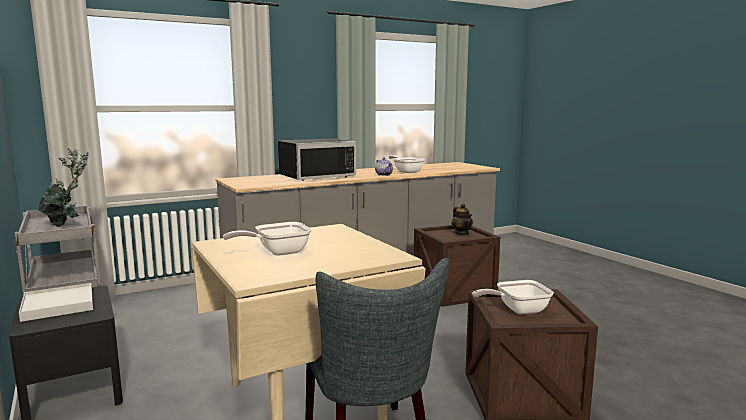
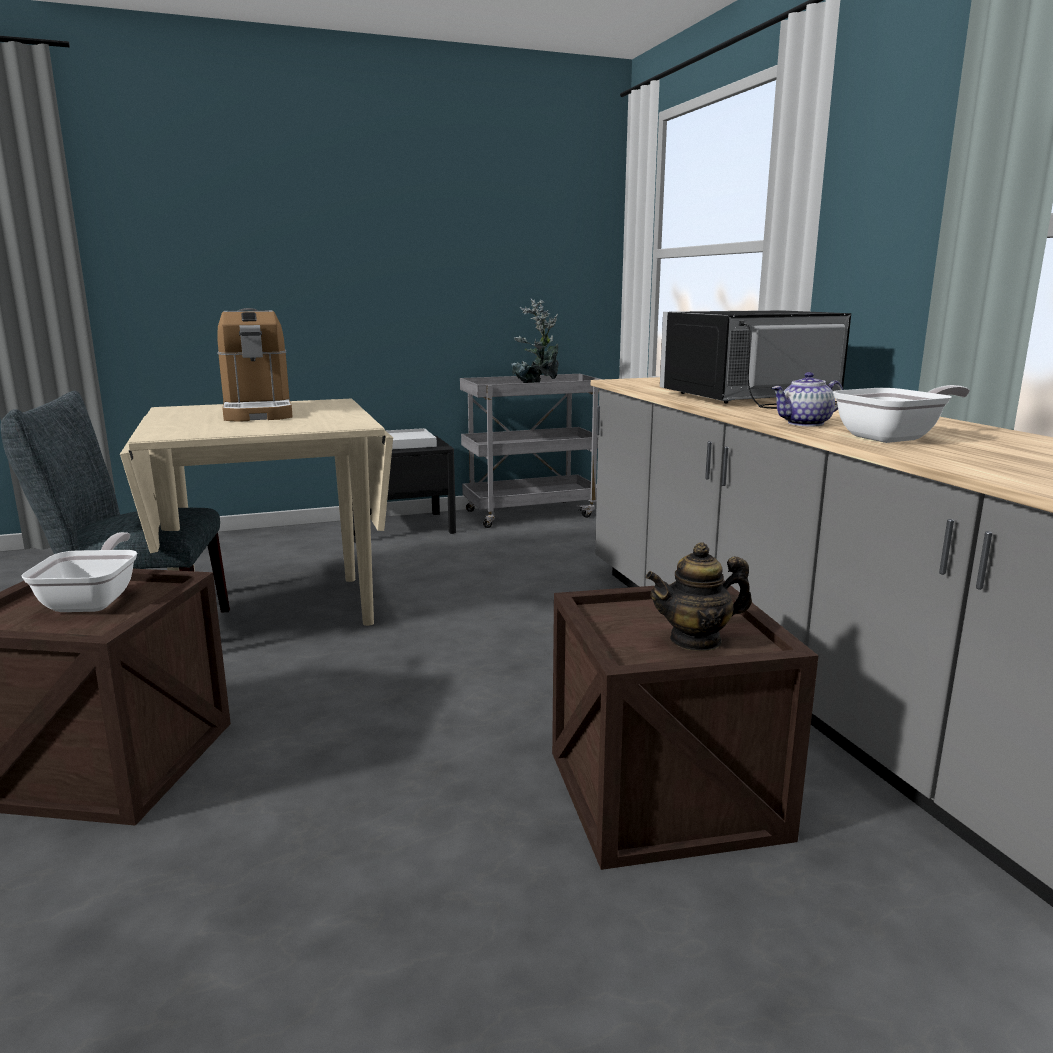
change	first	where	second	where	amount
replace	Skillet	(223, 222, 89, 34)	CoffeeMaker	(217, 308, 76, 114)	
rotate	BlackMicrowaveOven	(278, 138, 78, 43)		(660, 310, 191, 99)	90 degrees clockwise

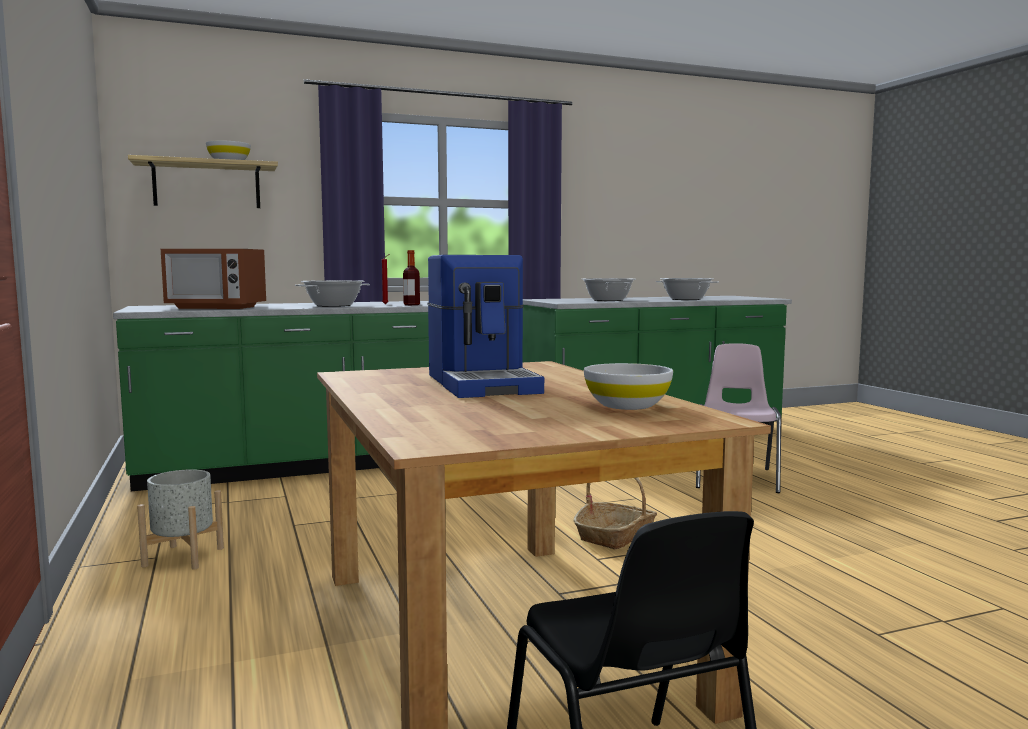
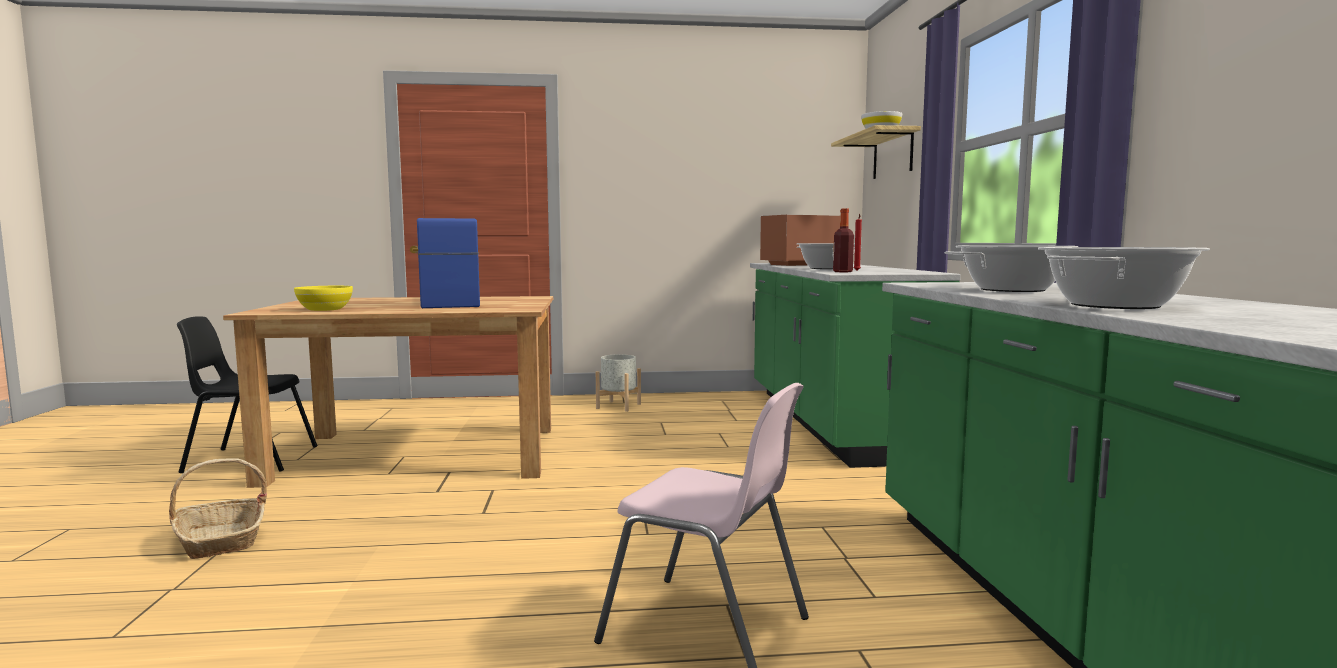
change	first	where	second	where	amount
rotate	MicrowaveOven	(161, 249, 105, 60)		(760, 215, 80, 51)	45 degrees clockwise
rotate	CoffeeMaker	(427, 255, 117, 143)		(417, 218, 63, 90)	75 degrees clockwise
move	StorageBasket	(573, 477, 84, 72)		(169, 458, 98, 101)	
recolor	WhiteColouredServingBowl	(584, 363, 89, 47)	YellowishServingBowl	(294, 286, 59, 25)	

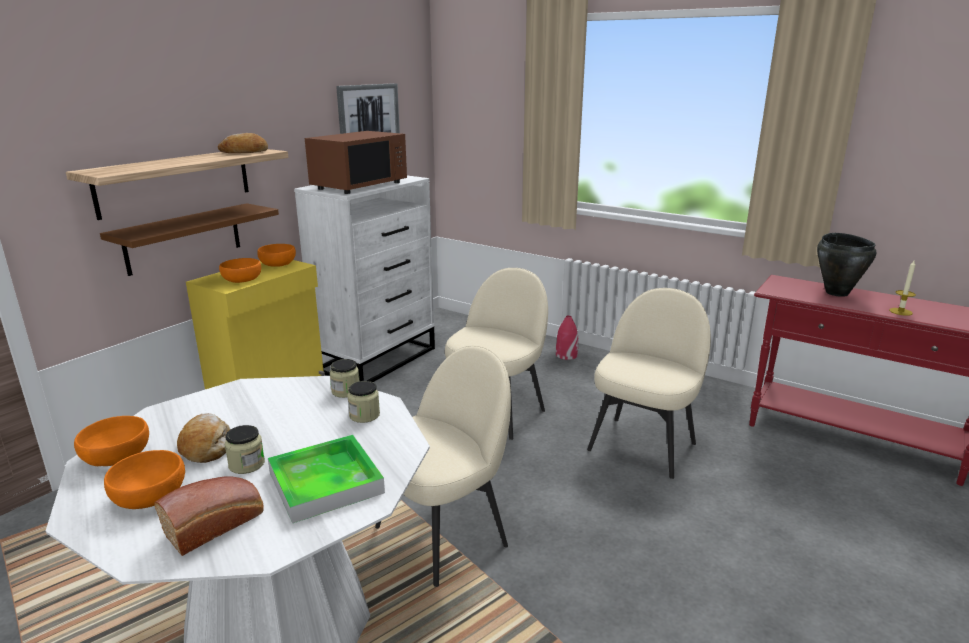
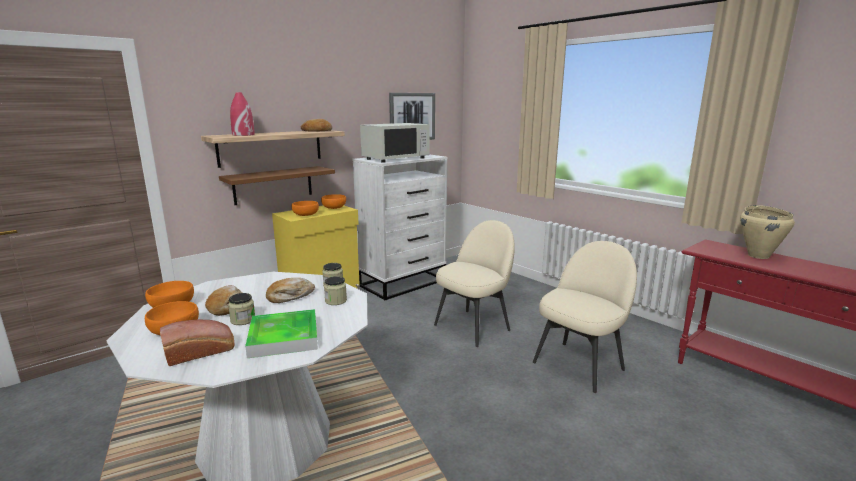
change	first	where	second	where	amount
recolor	BrownishMicrowaveOven	(305, 131, 102, 63)	WhiteColouredMicrowaveOven	(360, 123, 69, 39)	
delete	BeigeColouredUprightChair	(375, 346, 136, 241)			
move	RedDecorativeVase	(556, 315, 22, 45)		(230, 92, 25, 44)	
recolor	BlackStockpot	(817, 233, 60, 64)	BeigeColouredStockpot	(740, 205, 55, 54)	
delete	WaxCandle	(889, 259, 27, 57)			
insert			BakedBread	(266, 278, 49, 25)	

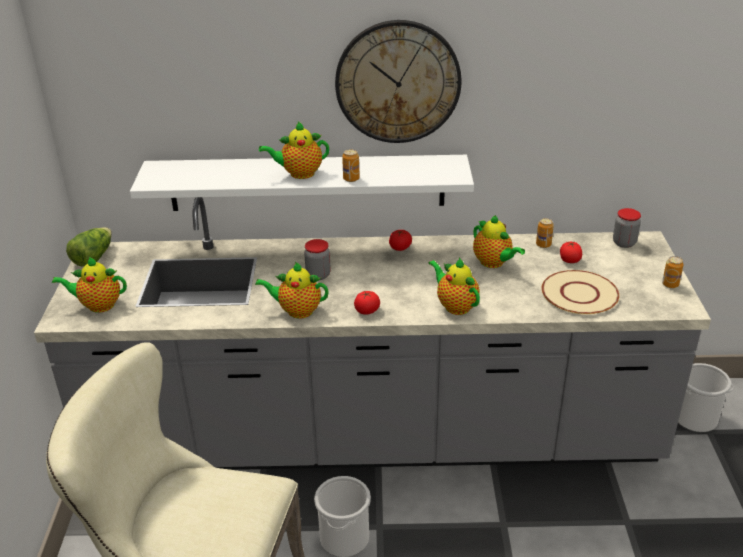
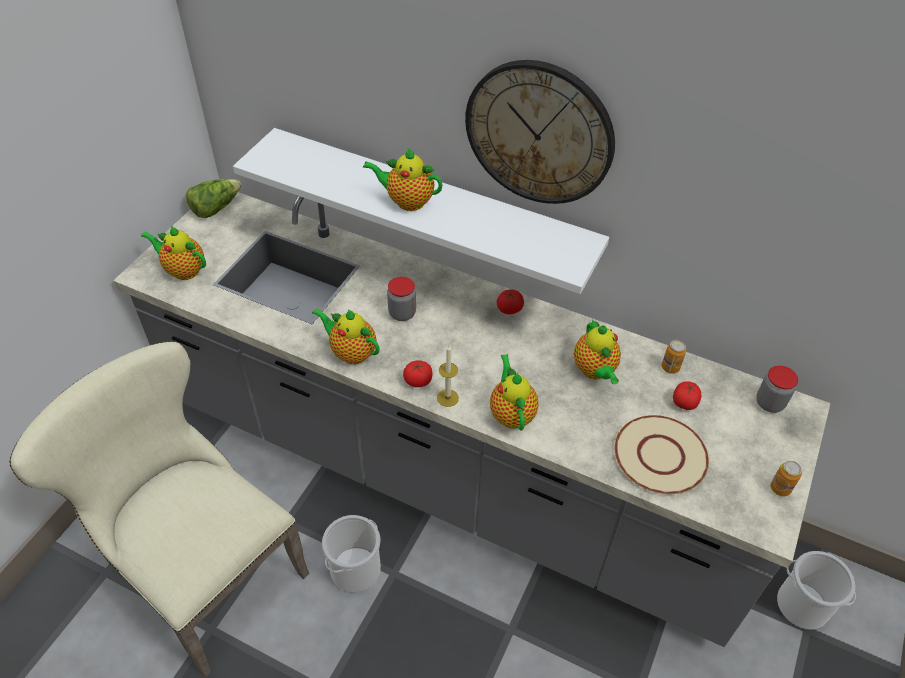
change	first	where	second	where	amount
delete	SealedCan	(342, 149, 18, 33)			
insert			WaxCandle	(437, 345, 22, 62)	

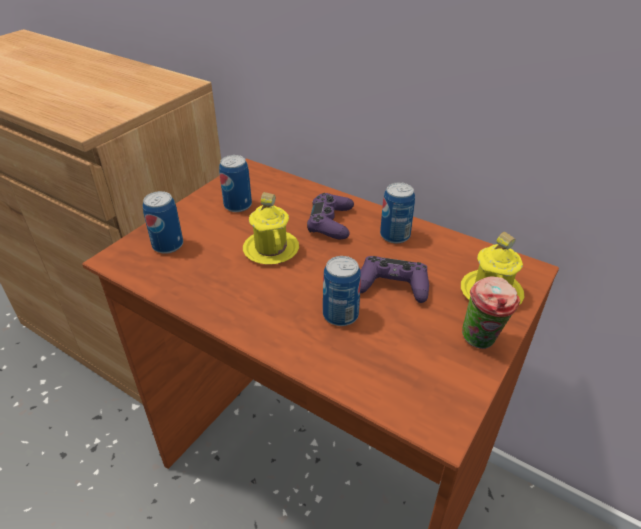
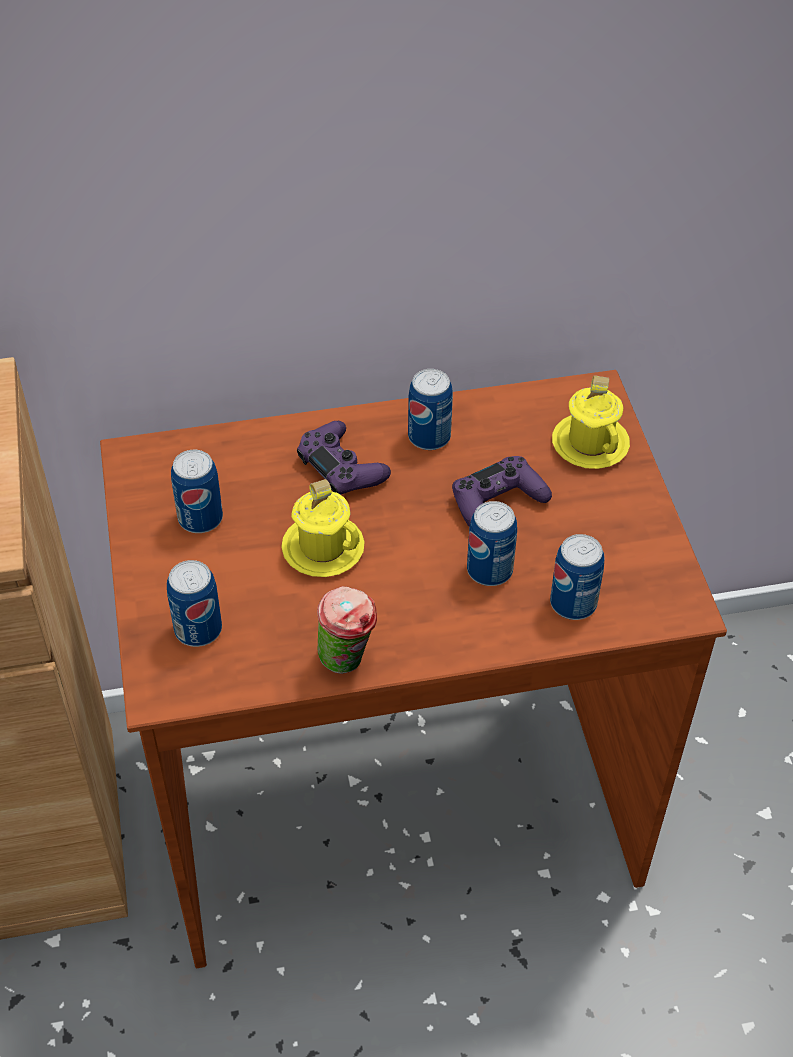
change	first	where	second	where	amount
move	SmallCup	(462, 276, 58, 73)		(317, 586, 60, 88)	
insert			SealedCan	(550, 534, 54, 86)	

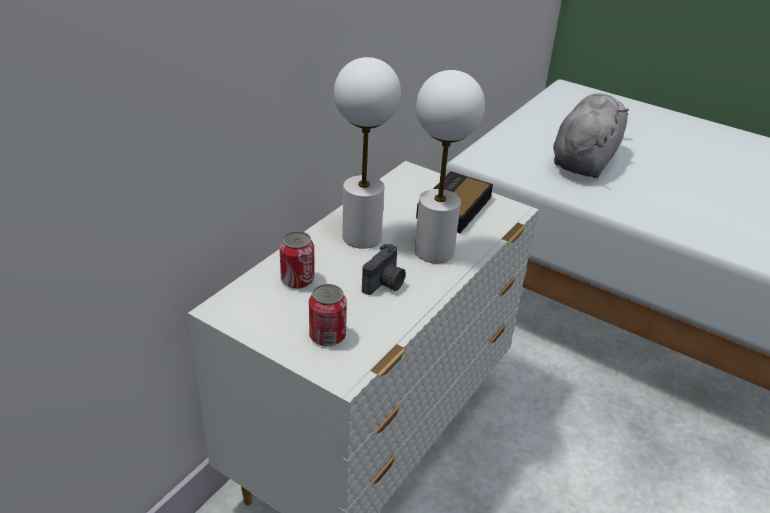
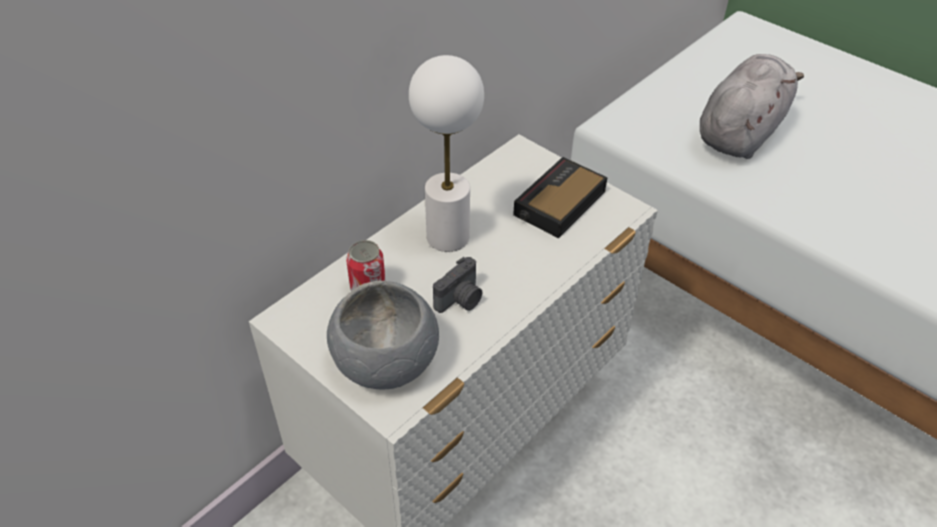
change	first	where	second	where	amount
replace	SealedCan	(309, 284, 38, 62)	GrayServingBowl	(327, 281, 112, 109)	
delete	WhiteColouredTableLamp	(415, 70, 70, 193)			

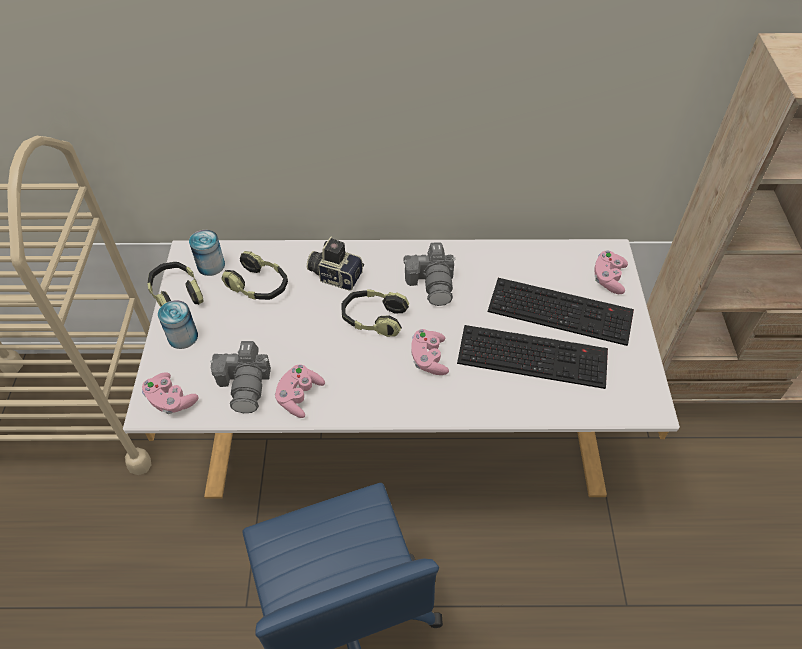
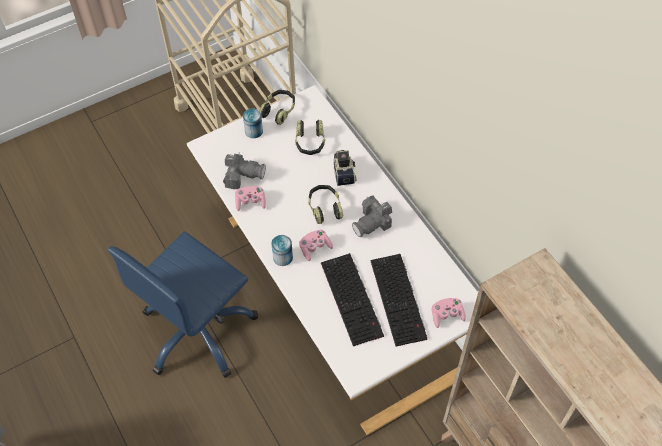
change	first	where	second	where	amount
delete	PinkGameController	(142, 372, 56, 42)			
move	SealedCan	(189, 230, 36, 46)		(271, 235, 22, 31)	
rotate	PhotoCamera	(210, 341, 61, 72)		(223, 152, 43, 37)	135 degrees counterclockwise

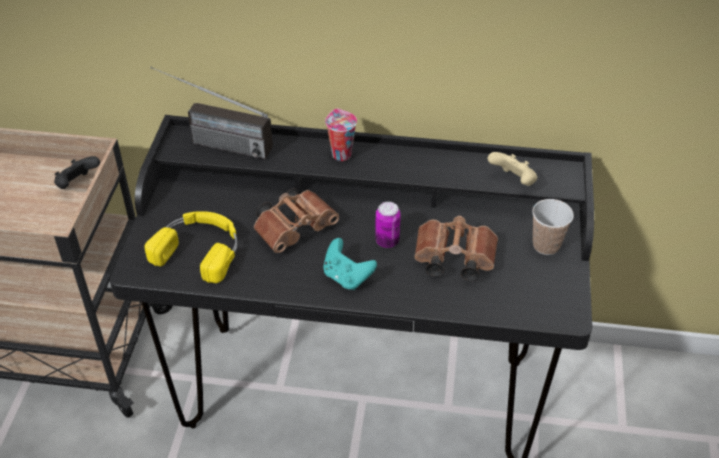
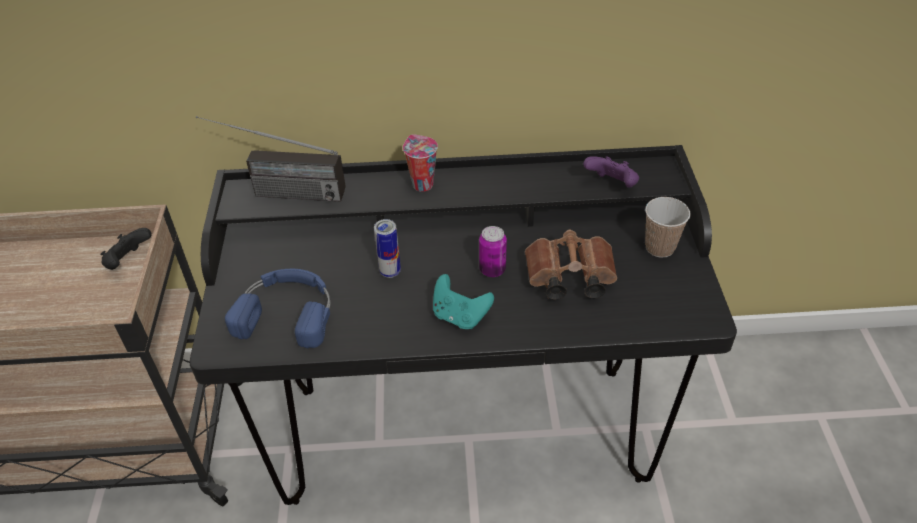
change	first	where	second	where	amount
recolor	YellowishHeadphones	(145, 211, 93, 72)	BluishHeadphones	(225, 269, 105, 79)	
replace	BrownishBinoculars	(254, 188, 85, 65)	SealedCan	(374, 219, 27, 59)	
recolor	BeigeColouredGameController	(488, 152, 49, 34)	PurpleGameController	(583, 156, 56, 32)	

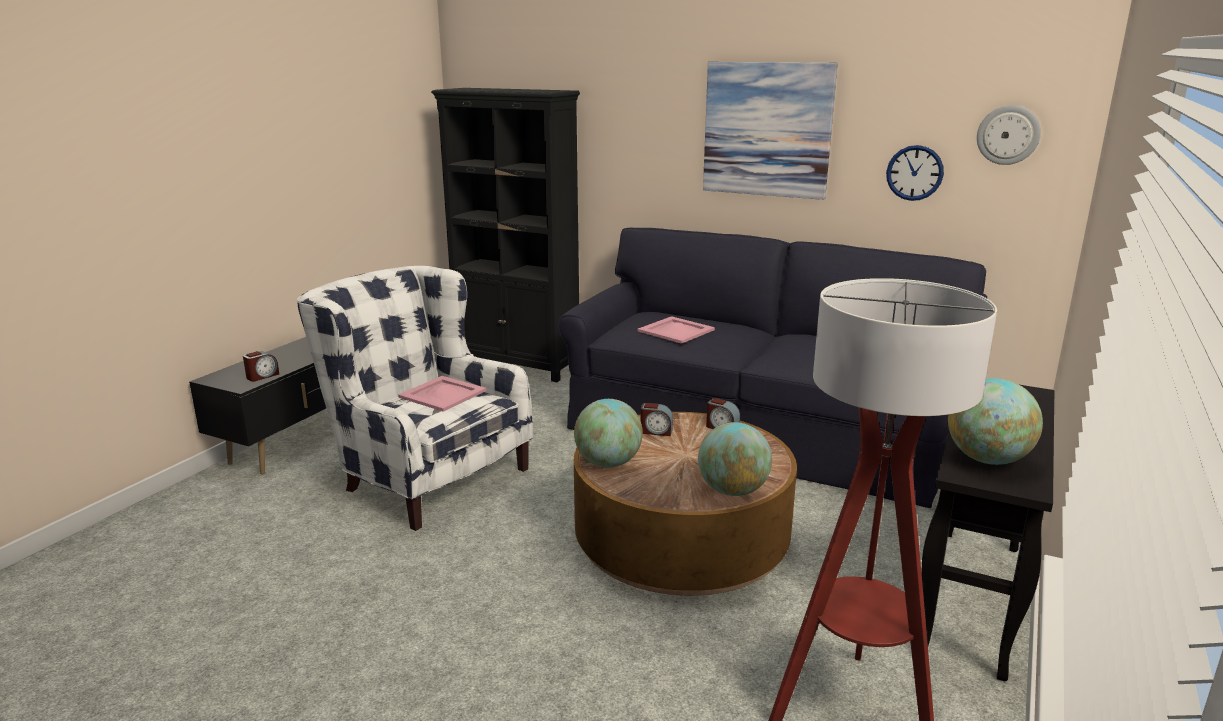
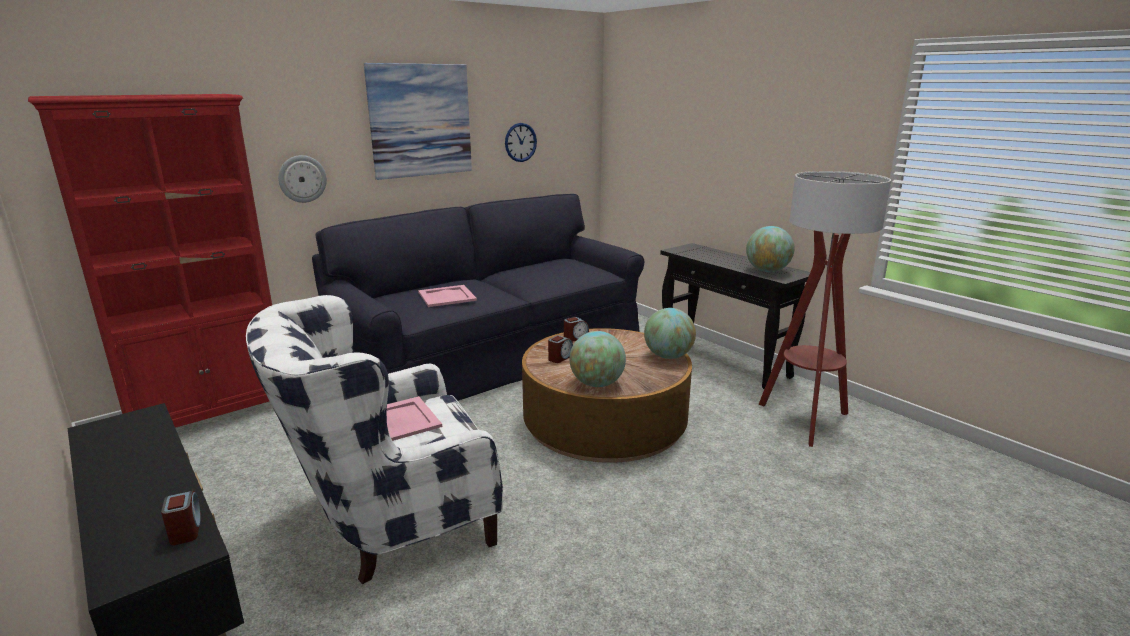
change	first	where	second	where	amount
recolor	BlackBookcase	(431, 88, 149, 294)	RedBookcase	(28, 94, 244, 334)	
move	ClockOnTheWall	(977, 105, 64, 60)		(278, 155, 49, 48)	

